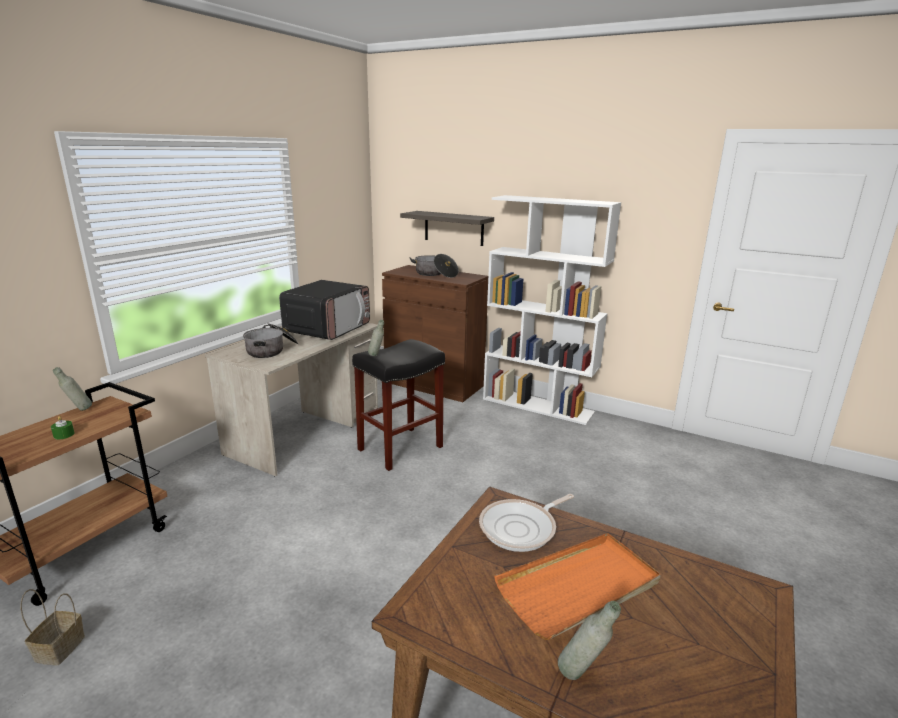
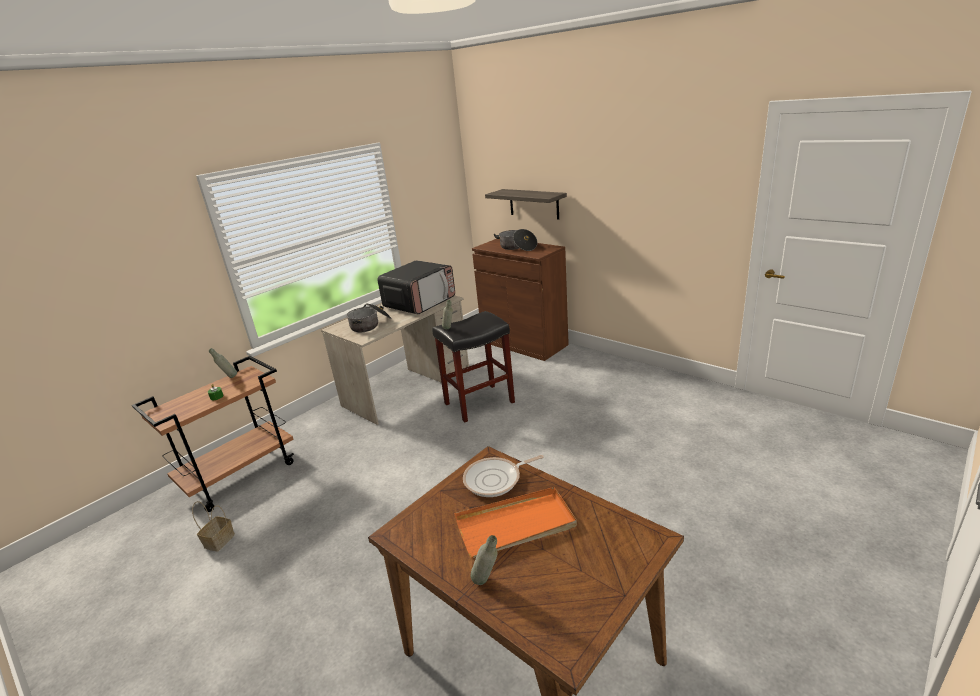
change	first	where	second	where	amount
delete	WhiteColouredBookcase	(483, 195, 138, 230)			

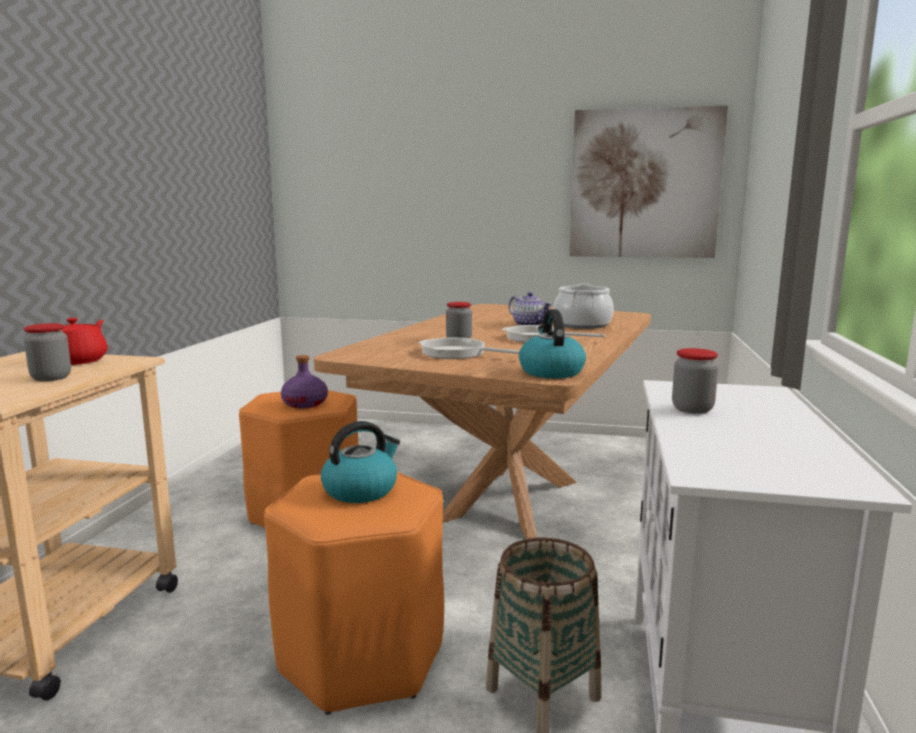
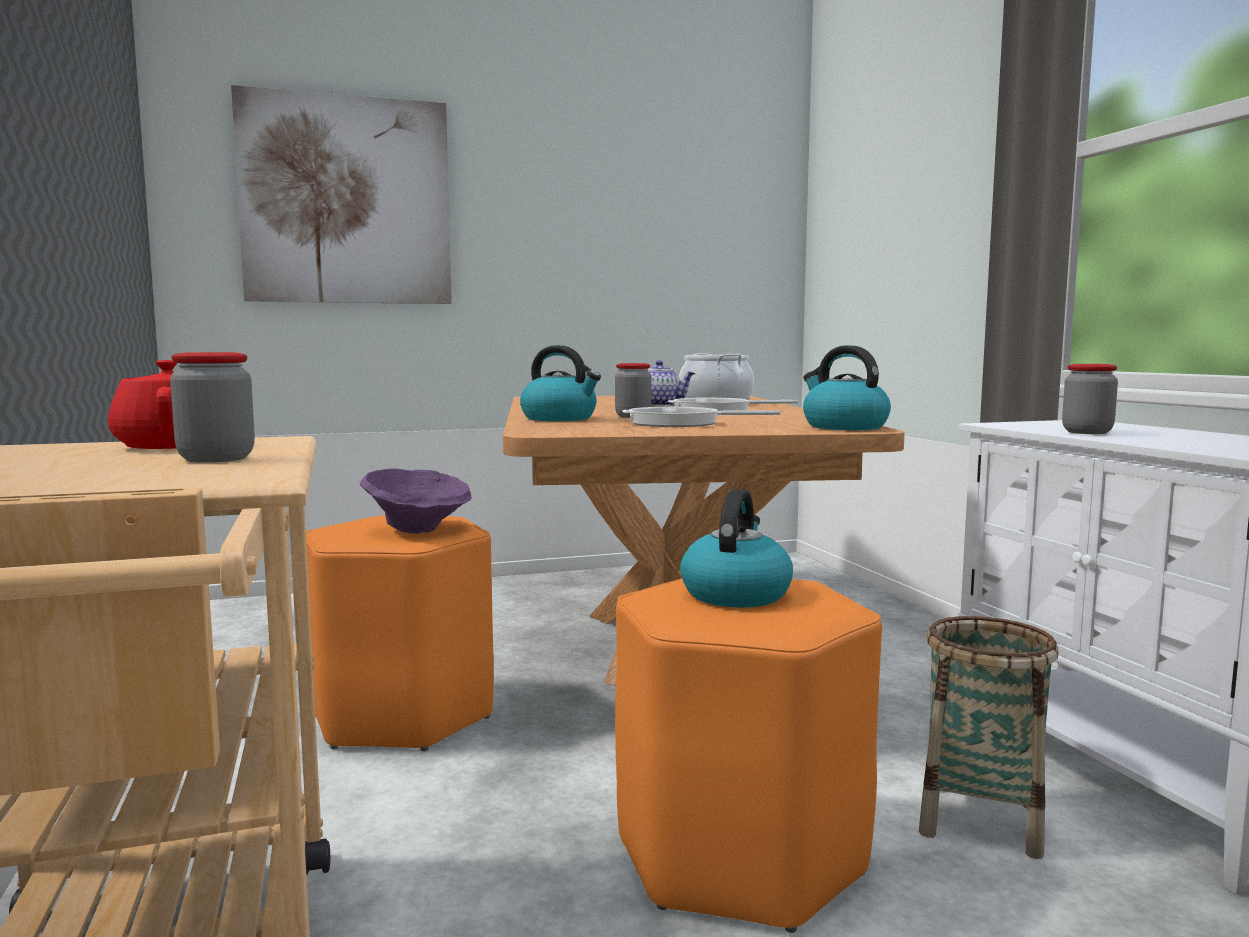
change	first	where	second	where	amount
replace	PurpleBottle	(281, 355, 47, 53)	PurpleServingBowl	(360, 469, 112, 65)	
move	WallArt	(570, 105, 158, 153)		(231, 85, 221, 219)	
insert			WaterKettle	(520, 345, 81, 76)	

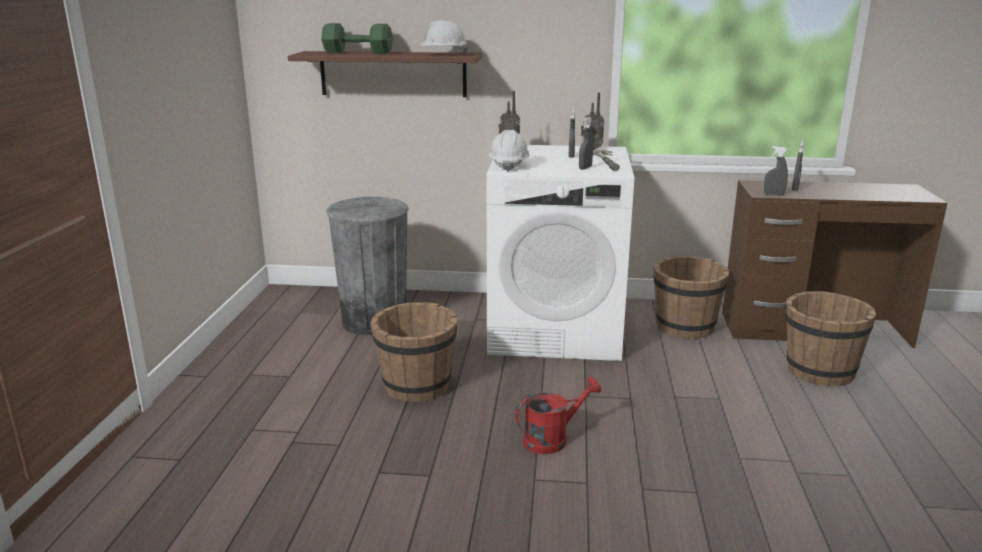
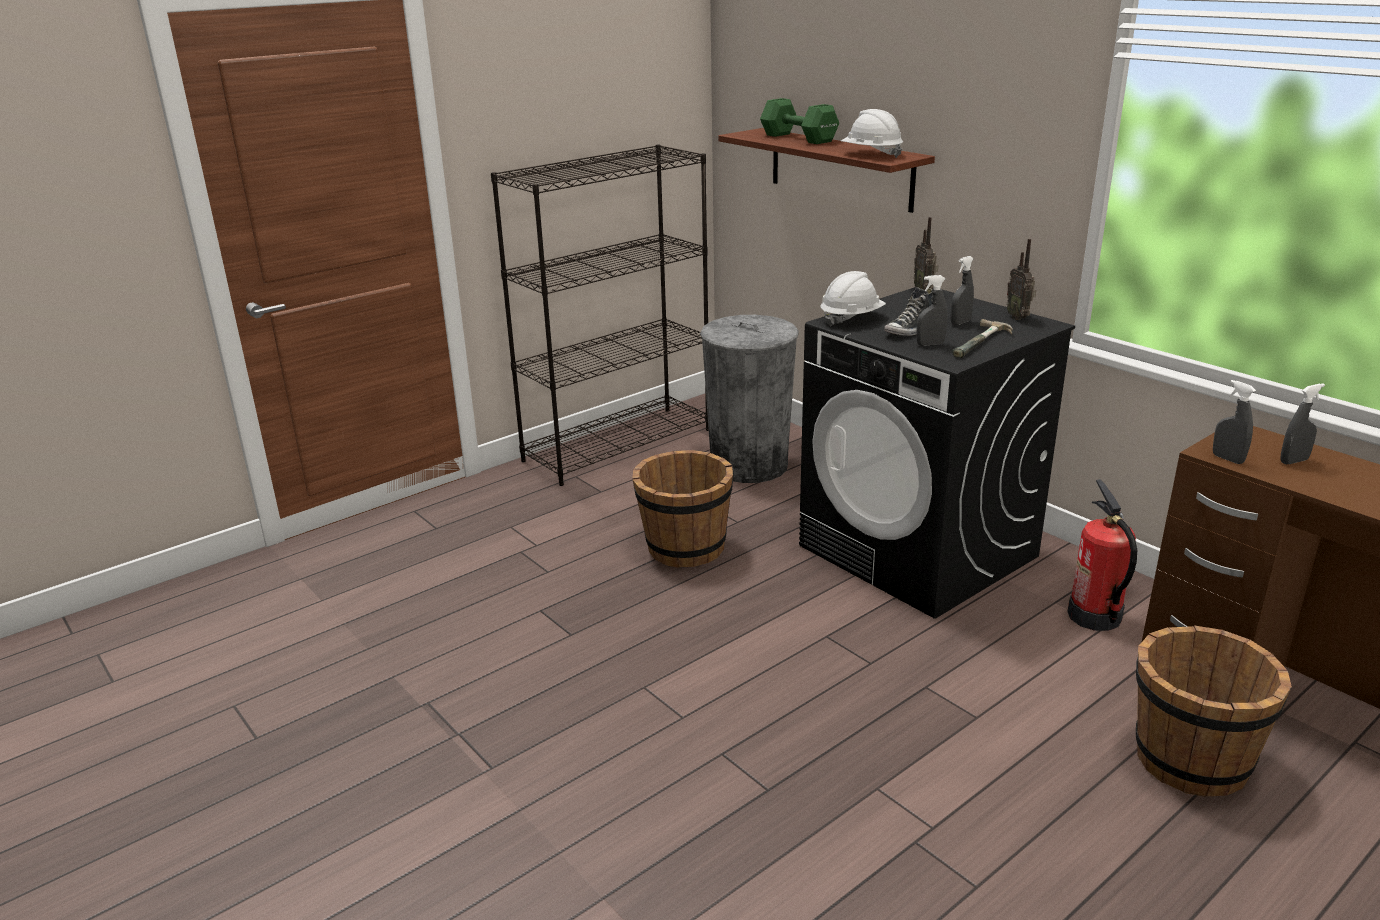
change	first	where	second	where	amount
recolor	WhiteColouredWashingMachine	(487, 145, 147, 216)	BlackWashingMachine	(799, 287, 276, 332)	
delete	RedWateringCan	(515, 377, 86, 77)			
replace	BrownishBucket	(653, 256, 76, 83)	Extinguisher	(1067, 479, 70, 152)	
insert			BlackBookcase	(491, 144, 218, 342)	
insert			ItemOfFootwear	(884, 287, 48, 49)	

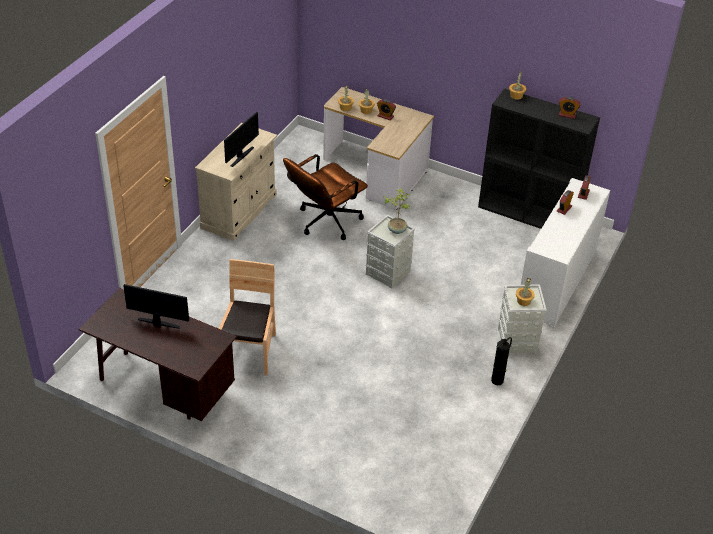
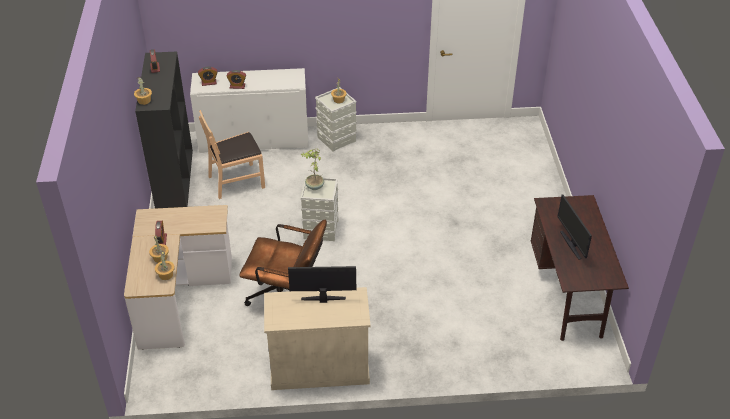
change	first	where	second	where	amount
move	BrownishUprightChair	(219, 259, 57, 116)		(199, 110, 66, 89)	
delete	Extinguisher	(491, 337, 21, 48)			

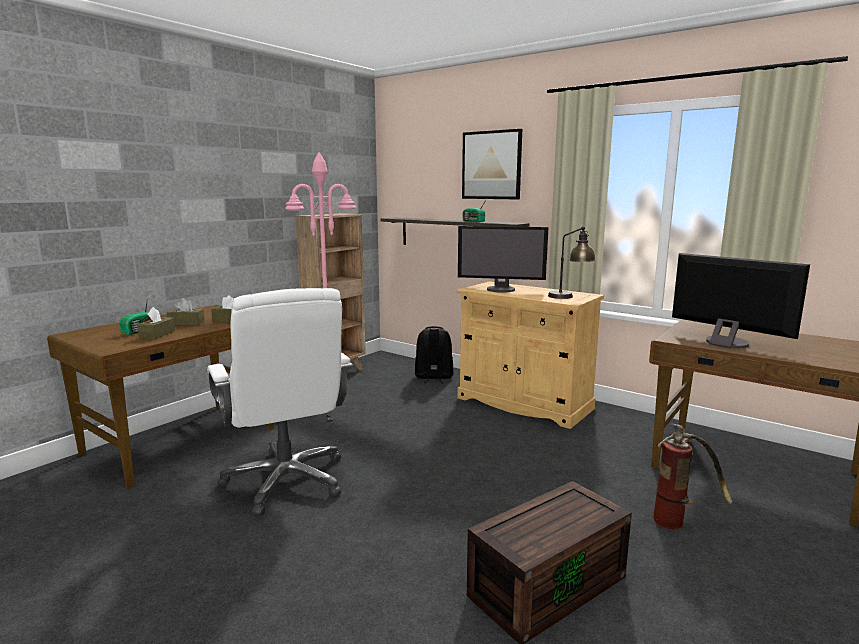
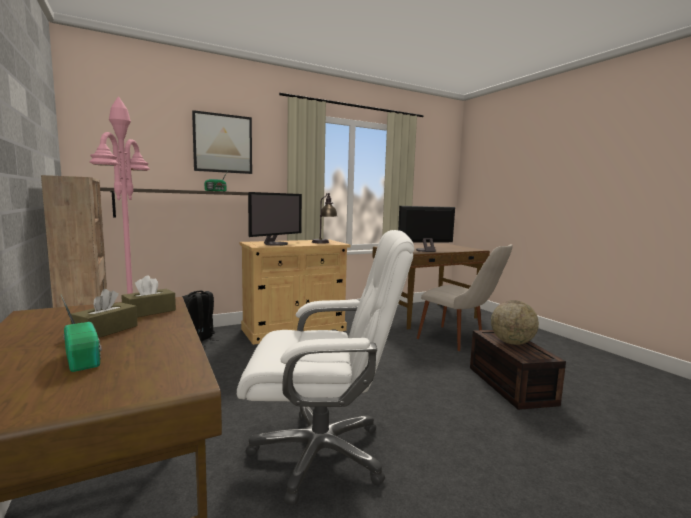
change	first	where	second	where	amount
delete	BrownishBoxOfTissues	(137, 307, 38, 32)			
replace	Extinguisher	(653, 423, 79, 106)	BeigeColouredUprightChair	(417, 244, 96, 107)	
insert			Globe	(491, 300, 48, 45)	

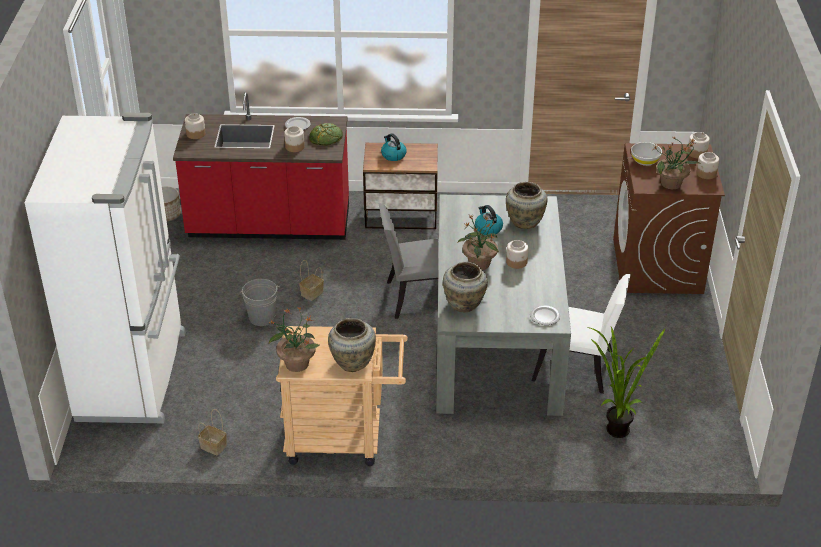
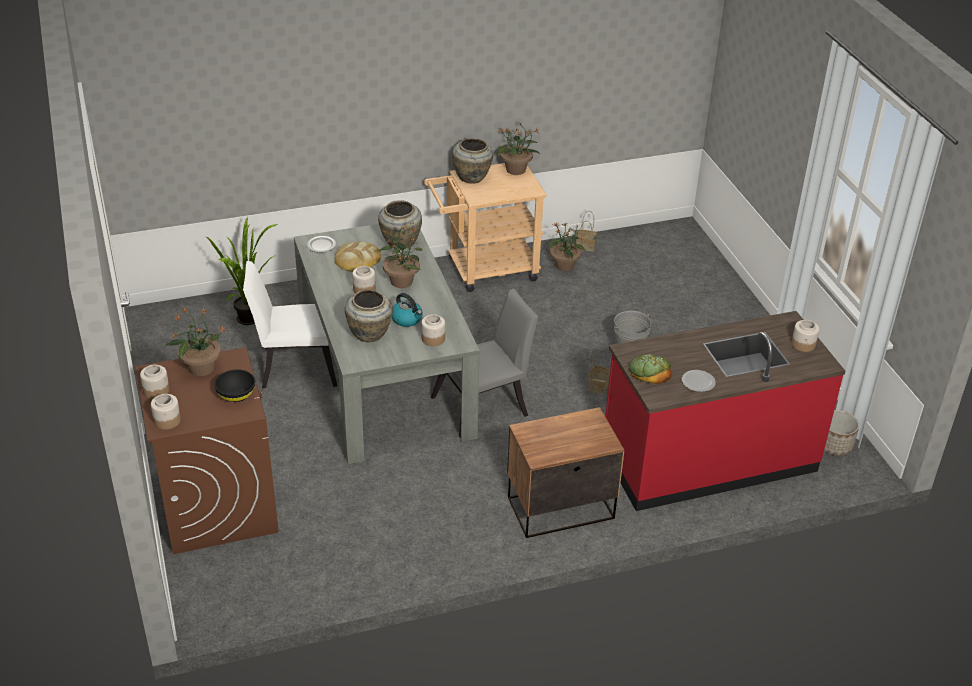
change	first	where	second	where	amount
delete	WhiteColouredRefrigerator	(24, 112, 162, 311)			
move	StorageJar	(284, 126, 21, 26)		(421, 314, 24, 32)	
delete	WaterKettle	(381, 133, 26, 28)			
recolor	WhiteColouredServingBowl	(631, 142, 31, 24)	BlackServingBowl	(214, 369, 41, 33)	
insert			BakedBread	(334, 242, 47, 30)	
insert			PottedPlant	(548, 222, 38, 49)	

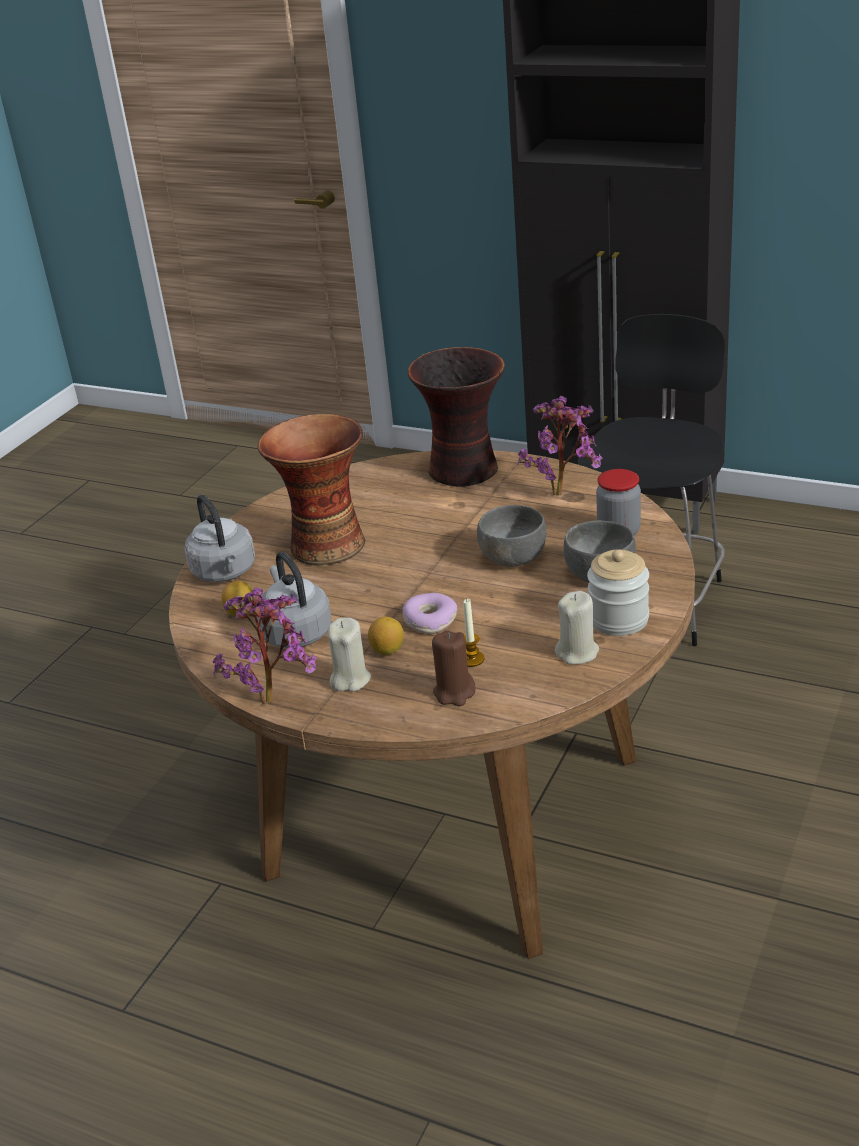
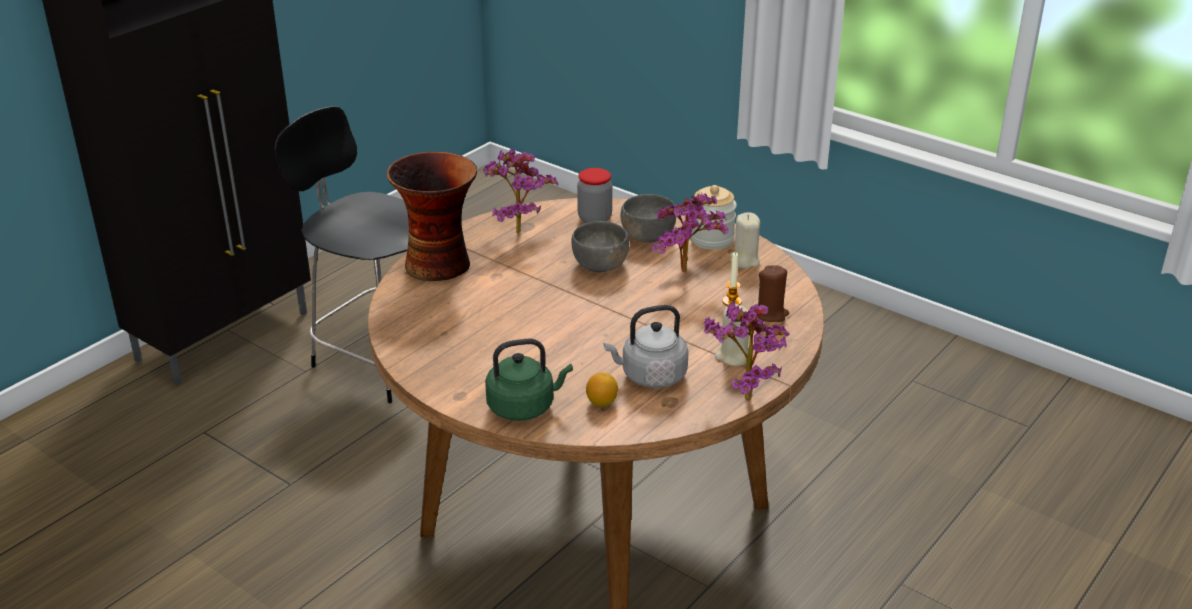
change	first	where	second	where	amount
recolor	GrayWaterKettle	(184, 494, 71, 88)	GreenColouredWaterKettle	(485, 339, 88, 82)	
delete	DecorativeVase	(257, 414, 108, 152)			
delete	WholeLemon	(368, 617, 36, 38)			
delete	Doughnut	(402, 593, 55, 41)			
insert			PottedPlant	(651, 193, 77, 80)	

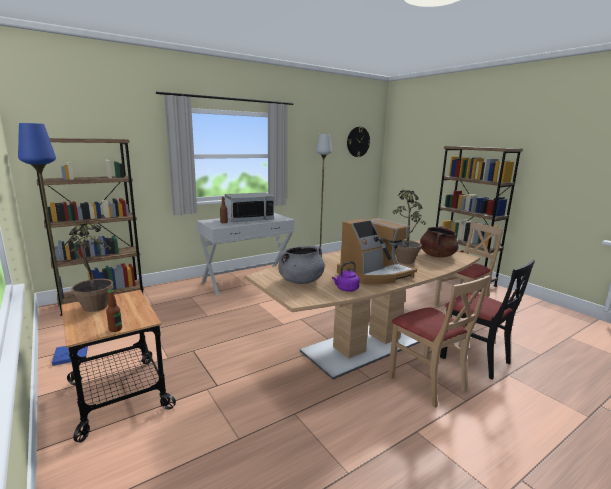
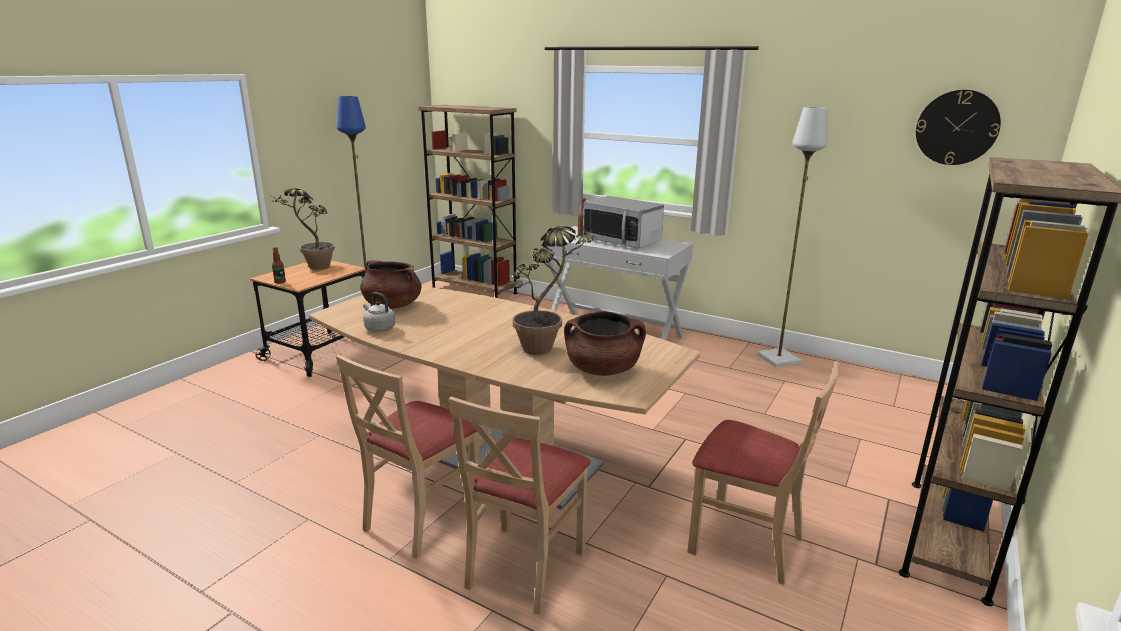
change	first	where	second	where	amount
recolor	GrayStockpot	(278, 245, 47, 39)	BrownishStockpot	(360, 260, 62, 49)	
recolor	PurpleWaterKettle	(332, 262, 28, 30)	GrayWaterKettle	(363, 292, 32, 40)	
delete	CoffeeMaker	(337, 218, 80, 67)			
recolor	BlackUprightChair	(440, 259, 95, 121)	BeigeColouredUprightChair	(449, 396, 142, 219)	

